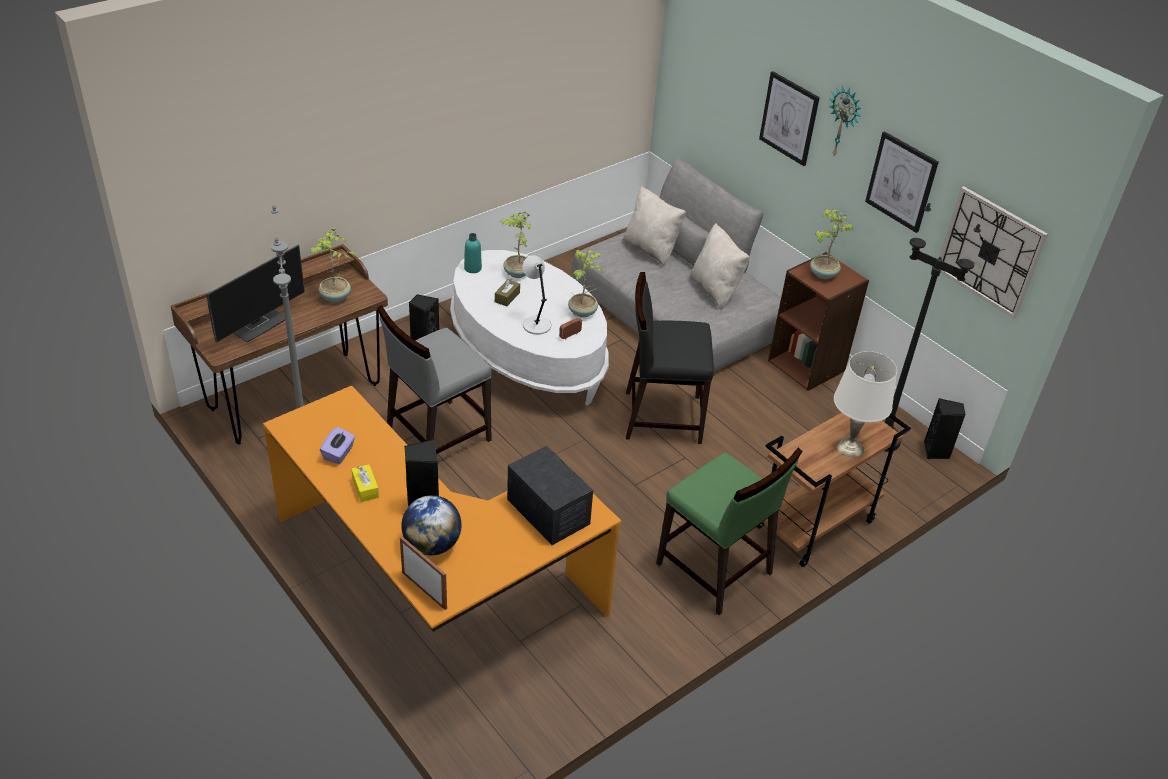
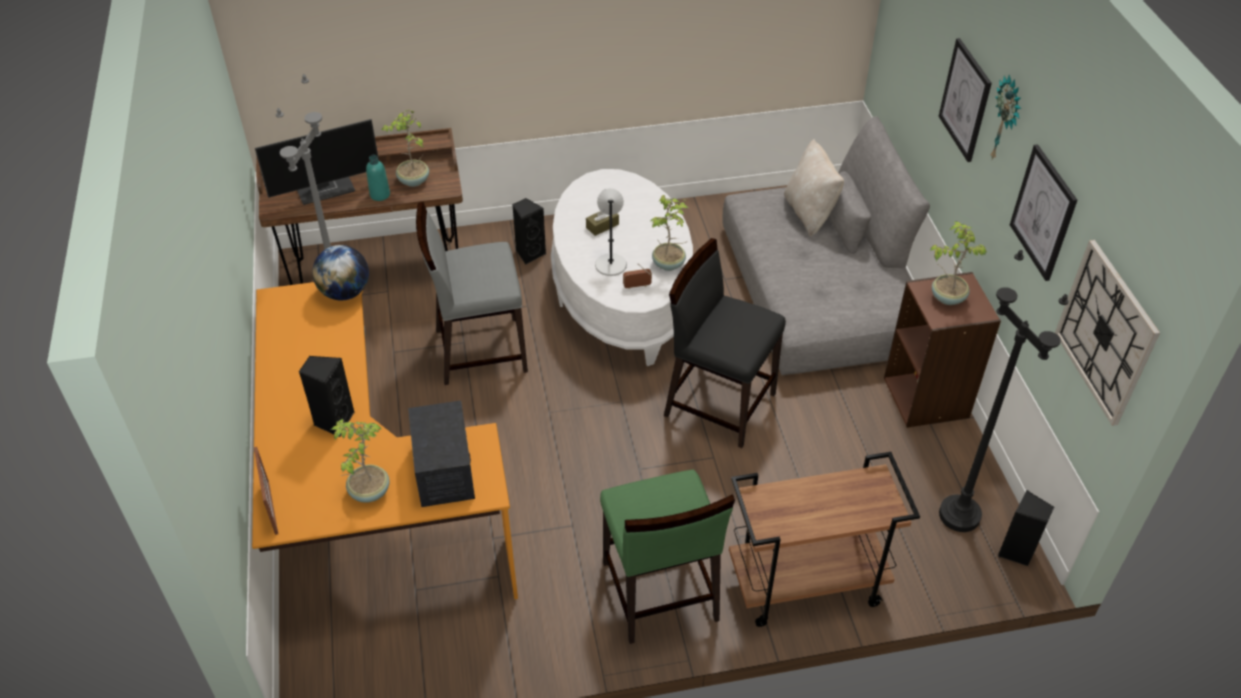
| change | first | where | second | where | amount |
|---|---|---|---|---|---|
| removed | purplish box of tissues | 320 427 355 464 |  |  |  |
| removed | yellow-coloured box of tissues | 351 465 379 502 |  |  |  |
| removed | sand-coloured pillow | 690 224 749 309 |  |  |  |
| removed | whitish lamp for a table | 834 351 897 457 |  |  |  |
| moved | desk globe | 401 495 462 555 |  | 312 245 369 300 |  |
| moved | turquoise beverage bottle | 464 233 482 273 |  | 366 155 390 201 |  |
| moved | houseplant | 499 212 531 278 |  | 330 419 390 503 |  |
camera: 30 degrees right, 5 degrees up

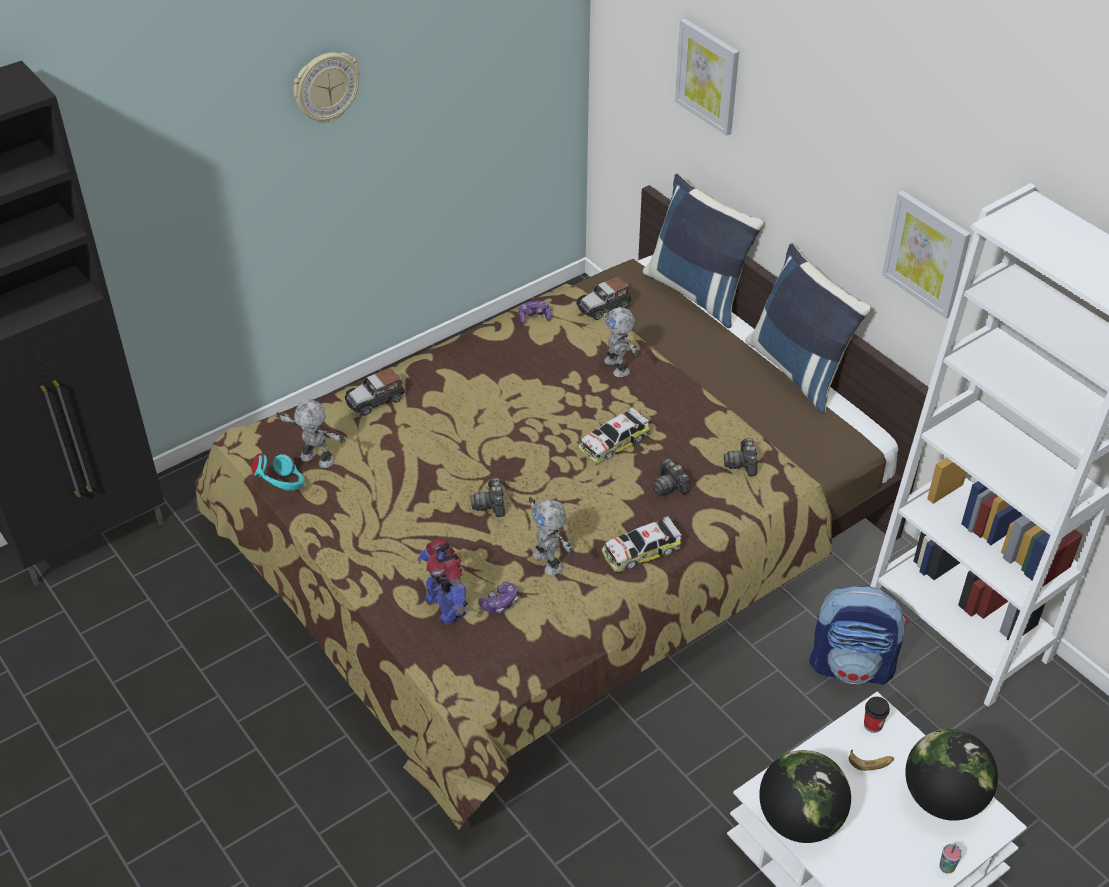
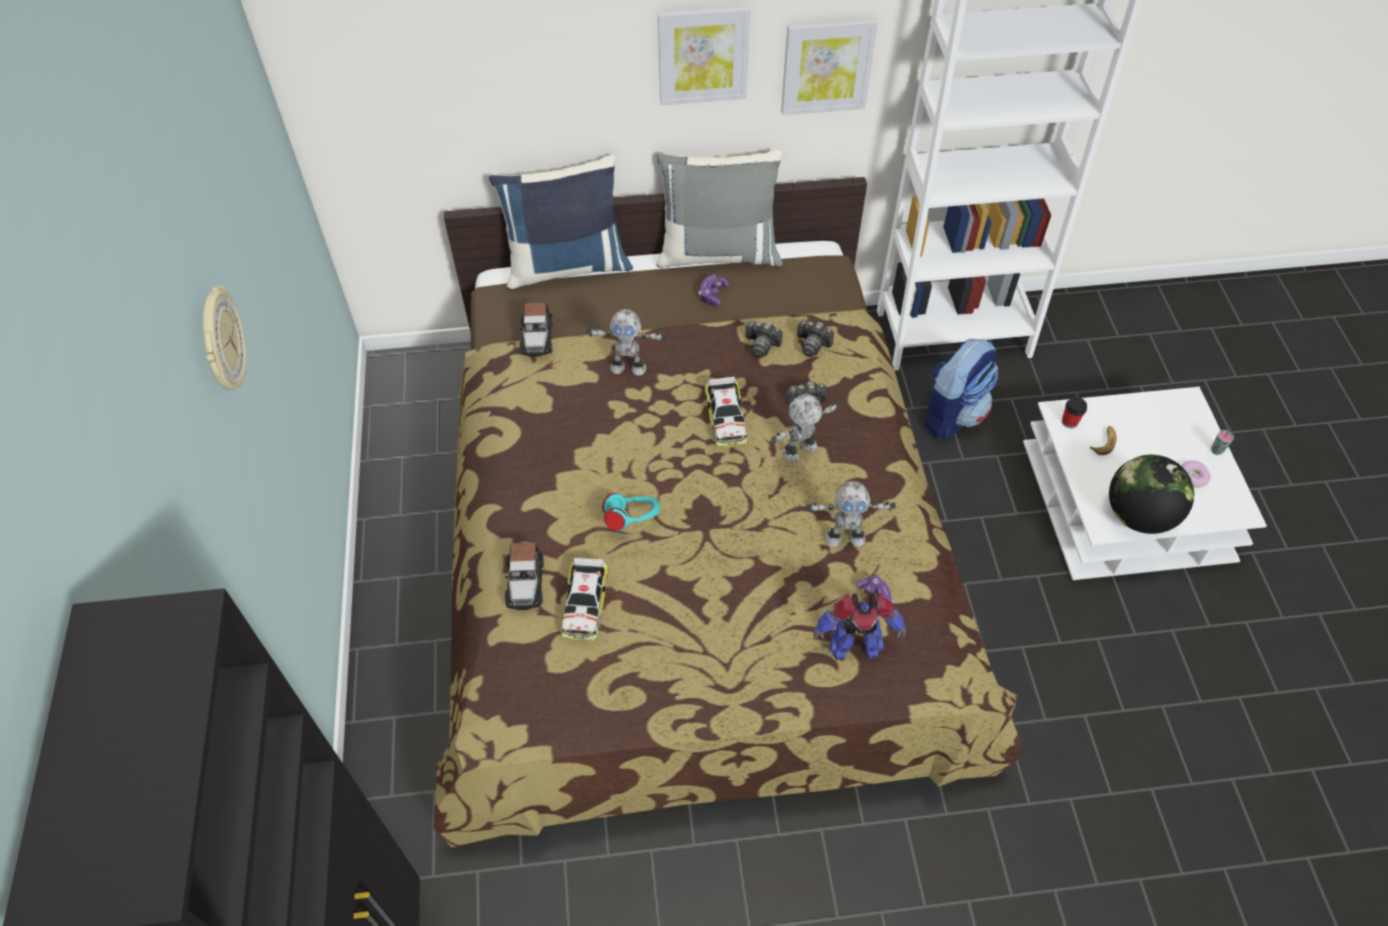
| change | first | where | second | where | amount |
|---|---|---|---|---|---|
| removed | desk globe | 905 729 998 821 |  |  |  |
| added |  |  | ring doughnut | 1182 461 1211 488 |  |
| moved | turquoise pair of headphones | 252 454 305 491 |  | 602 493 660 531 |  |
| moved | toy robot | 276 399 345 468 |  | 770 393 840 462 |  |
| moved | still camera | 470 478 505 517 |  | 745 321 783 358 |  |
| moved | joypad | 518 301 552 324 |  | 699 274 729 306 |  |
| moved | miniature car | 602 515 682 573 |  | 561 558 608 641 |  |
| moved | wall picture | 675 19 739 136 |  | 658 6 750 105 |  |
| recoloured | blue-coloured pillow | 746 244 871 413 | grey pillow | 656 149 783 268 |  |
camera: 60 degrees left, 10 degrees up

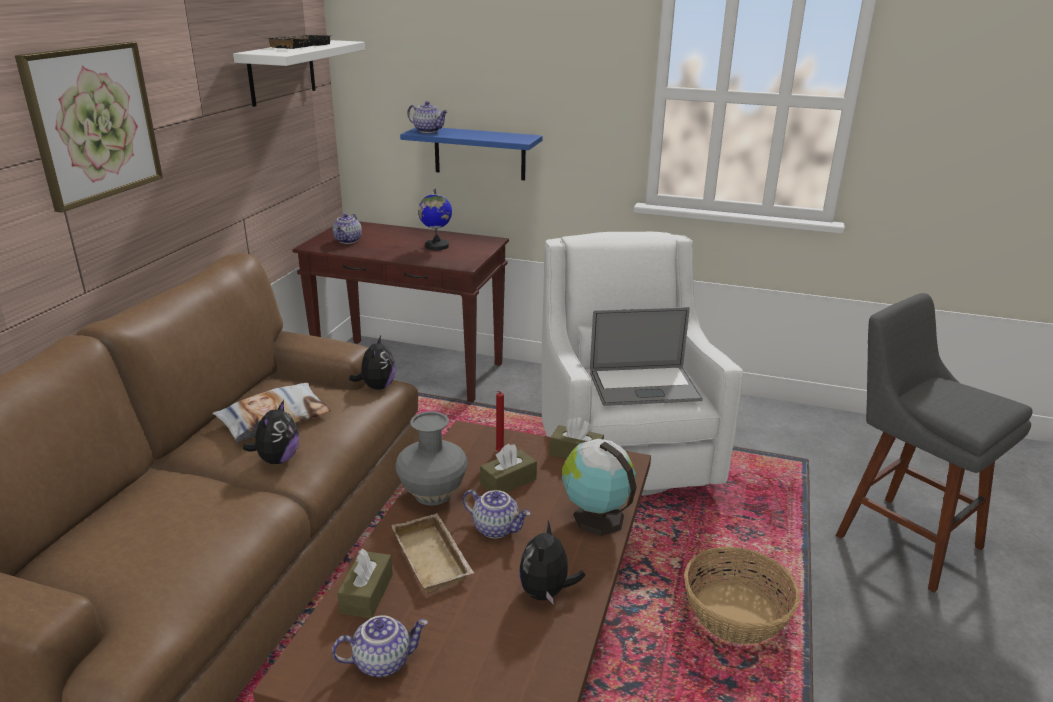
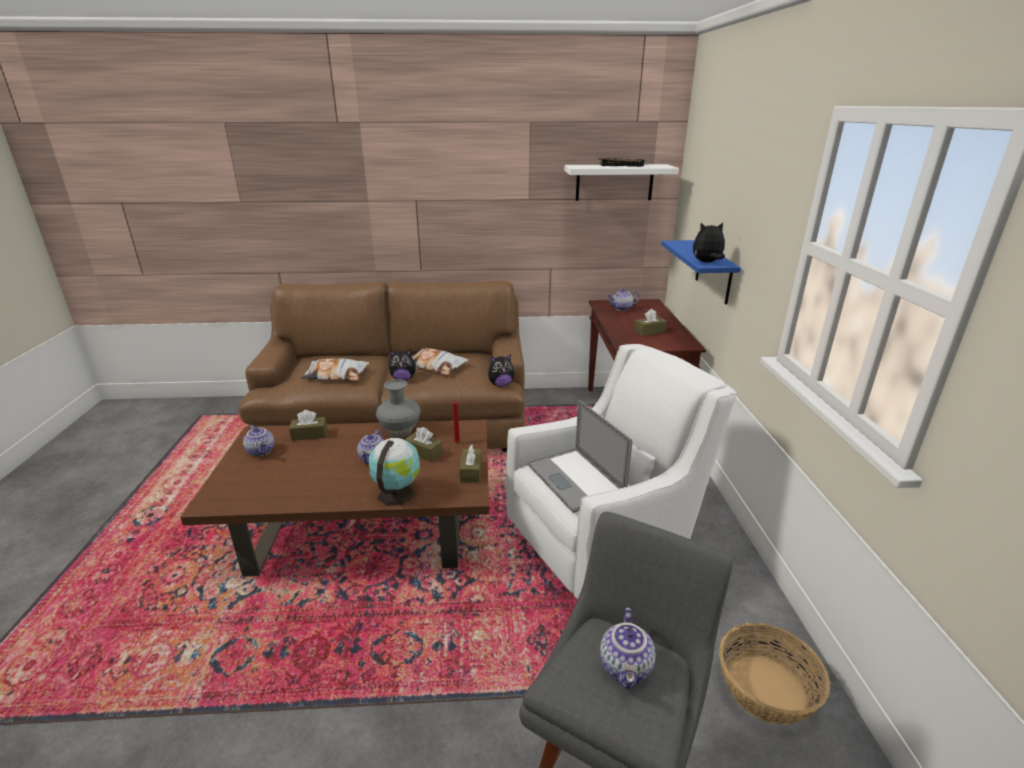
| change | first | where | second | where | amount |
|---|---|---|---|---|---|
| removed | wall picture | 15 42 163 213 |  |  |  |
| removed | sand-coloured carrying tray | 391 513 474 594 |  |  |  |
| added |  |  | pillow | 301 358 369 381 |  |
| moved | tea pot | 407 101 448 133 |  | 600 608 656 689 |  |
| moved | soft toy | 519 521 585 605 |  | 693 222 725 262 |  |
| moved | basket | 684 546 800 645 |  | 719 623 830 725 |  |
| replaced | desk globe | 418 188 452 250 | brownish box of tissues | 634 309 667 336 |  |
camera: 70 degrees right, 0 degrees up

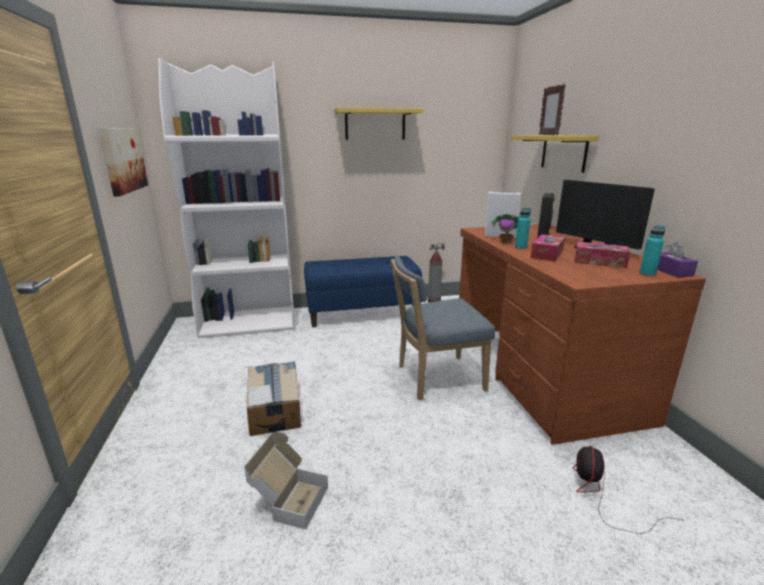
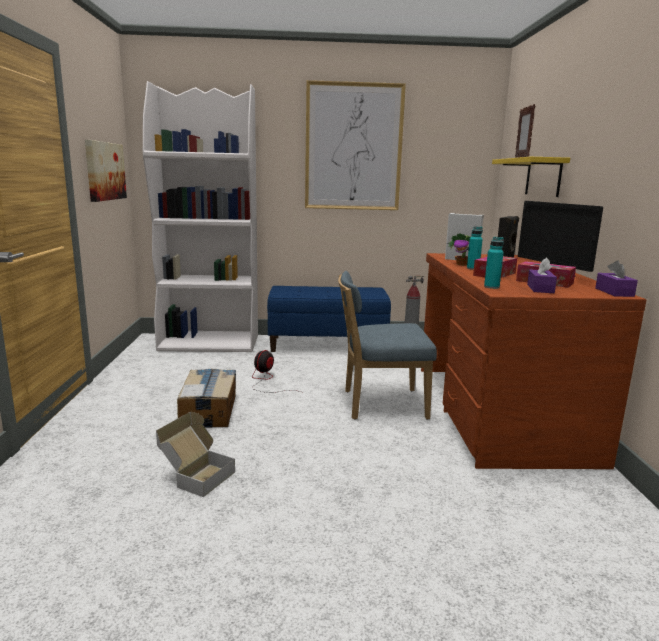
| change | first | where | second | where | amount |
|---|---|---|---|---|---|
| added |  |  | purplish box of tissues | 527 258 557 293 |  |
| moved | electric fan | 573 446 685 534 |  | 252 350 301 393 |  |
| moved | turquoise beverage bottle | 639 225 665 276 |  | 484 237 504 289 |  |
| replaced | yellow-coloured bracket shelf | 334 108 424 140 | wall picture | 305 80 406 210 |  |
camera: 10 degrees right, 5 degrees down

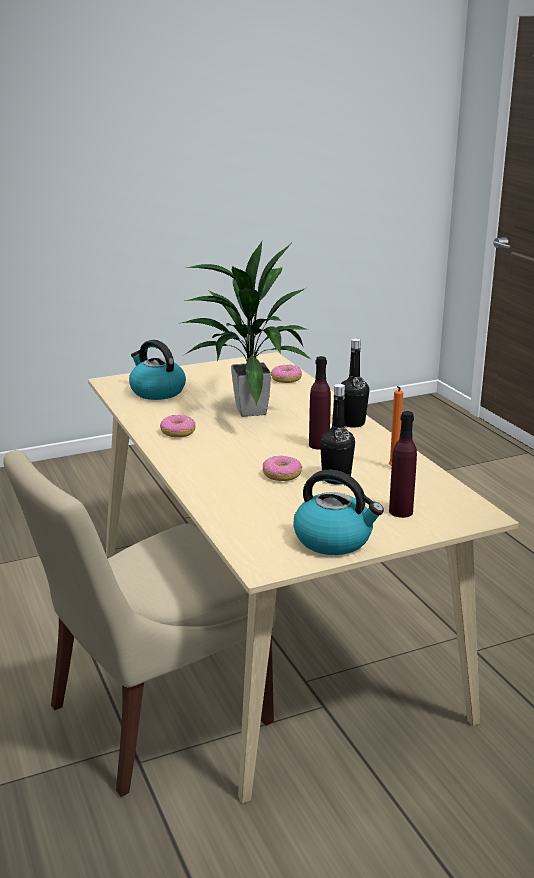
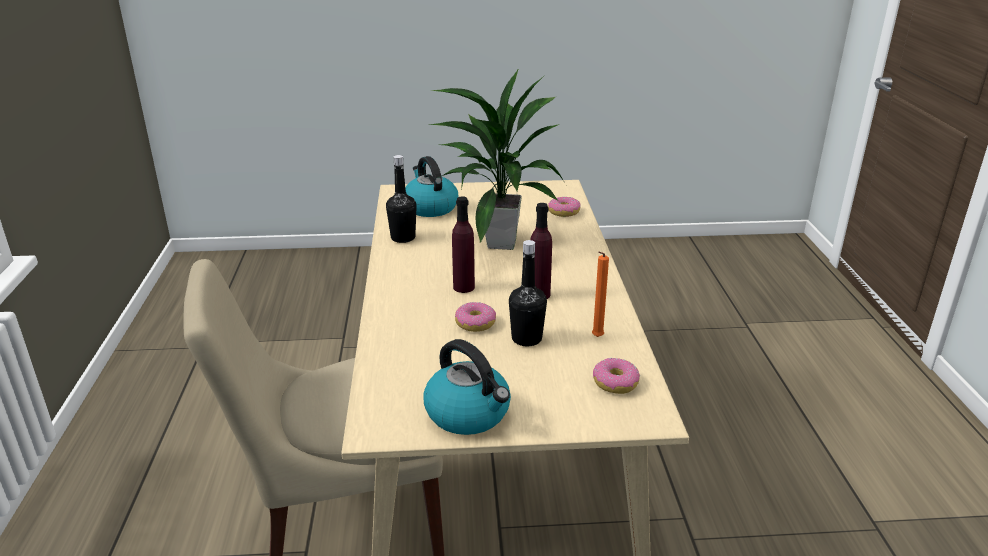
| change | first | where | second | where | amount |
|---|---|---|---|---|---|
| moved | ring doughnut | 160 415 196 437 |  | 593 358 640 394 |  |
| moved | blackish beverage bottle | 341 338 369 428 |  | 386 155 417 243 |  |
| moved | purplish beverage bottle | 389 411 417 518 |  | 452 196 475 293 |  |
camera: 20 degrees right, 5 degrees up

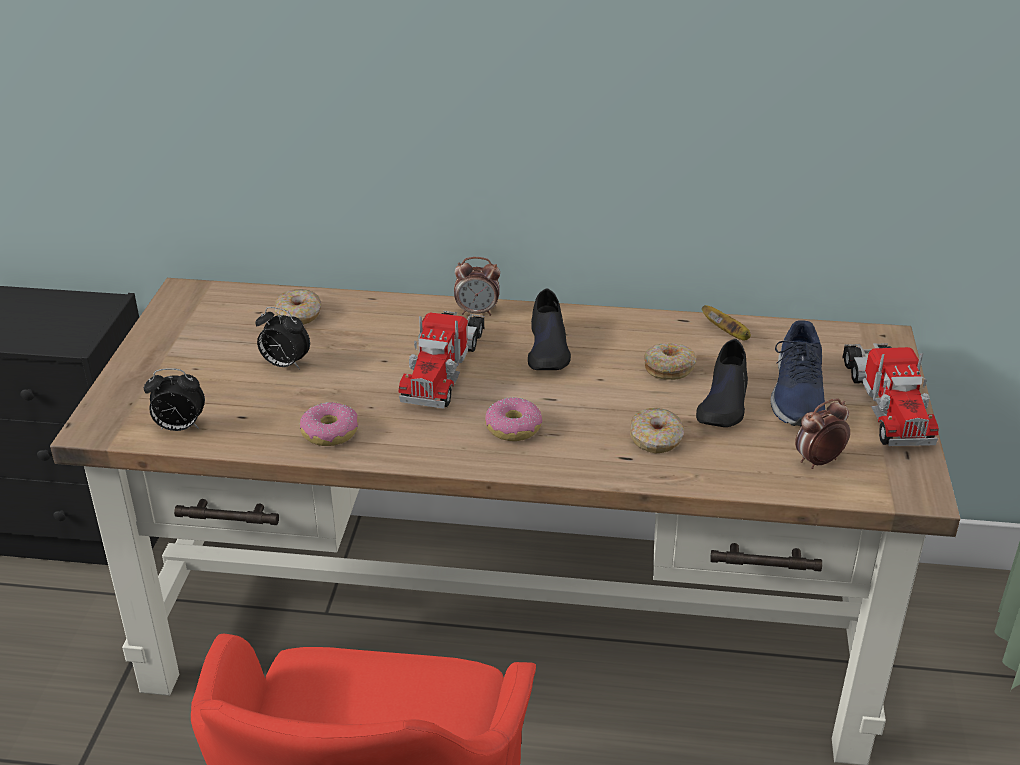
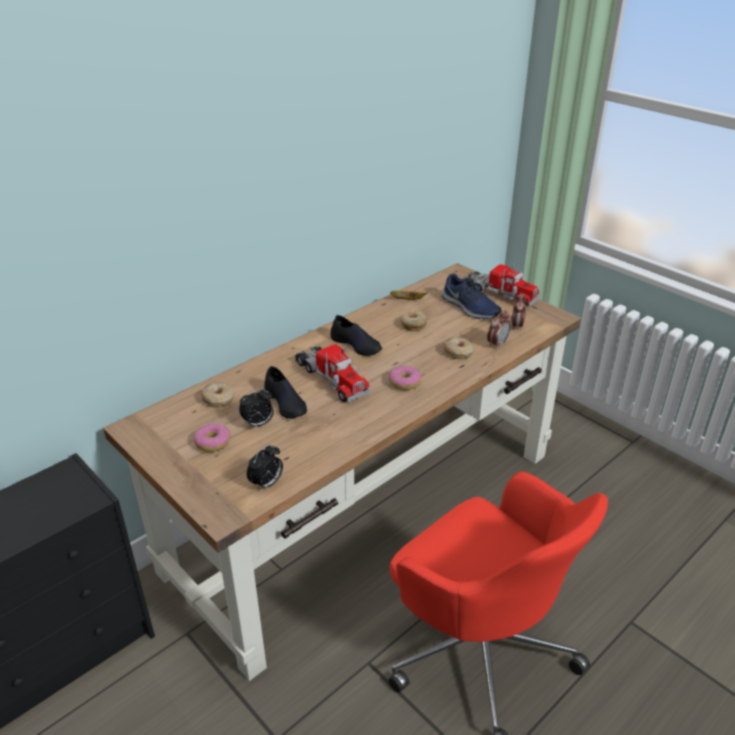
| change | first | where | second | where | amount |
|---|---|---|---|---|---|
| moved | ring doughnut | 300 402 358 446 |  | 194 423 231 452 |  |
| moved | alarm clock | 454 257 500 316 |  | 487 310 511 349 |  |
| moved | blackish low shoe | 696 339 748 427 |  | 264 366 307 419 |  |
camera: 50 degrees left, 0 degrees up

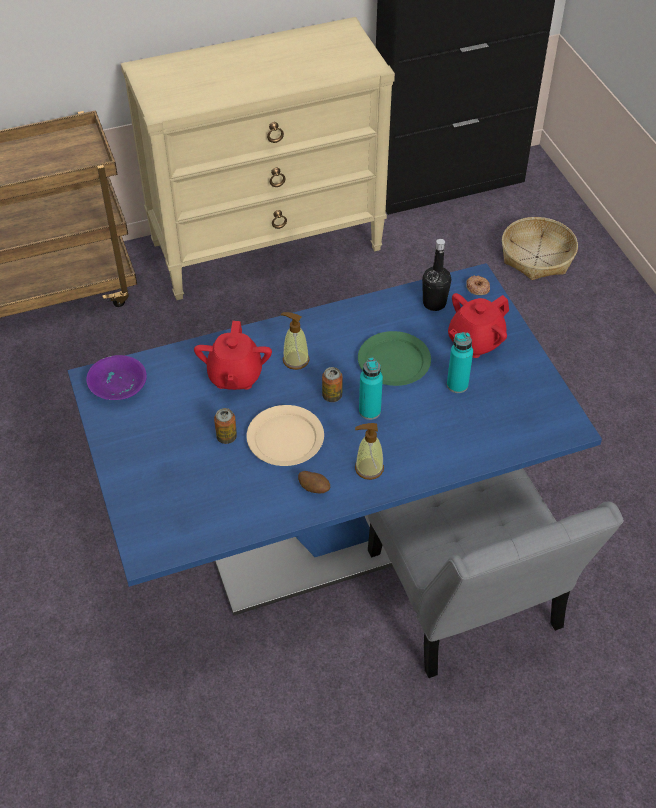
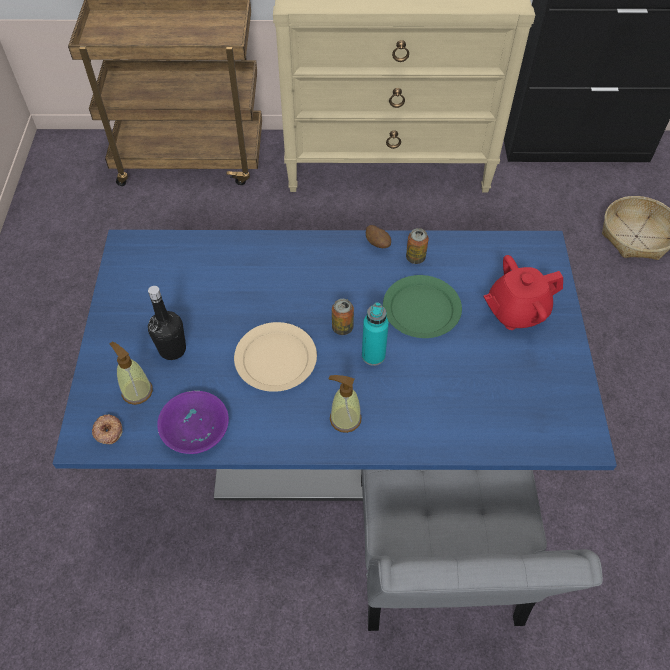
| change | first | where | second | where | amount |
|---|---|---|---|---|---|
| removed | red tea pot | 194 321 272 390 |  |  |  |
| removed | turquoise beverage bottle | 447 332 473 393 |  |  |  |
| moved | purplish bowl | 86 355 147 400 |  | 157 391 229 454 |  |
| moved | can | 214 408 237 444 |  | 406 228 429 264 |  |
| moved | liquid soap bottle | 281 312 310 370 |  | 109 341 153 405 |  |
| moved | potato | 298 471 331 493 |  | 366 225 391 248 |  |
| moved | blackish beverage bottle | 422 239 452 311 |  | 148 286 186 360 |  |
| moved | ring doughnut | 466 275 490 295 |  | 92 414 123 444 |  |
camera: 20 degrees right, 5 degrees up

